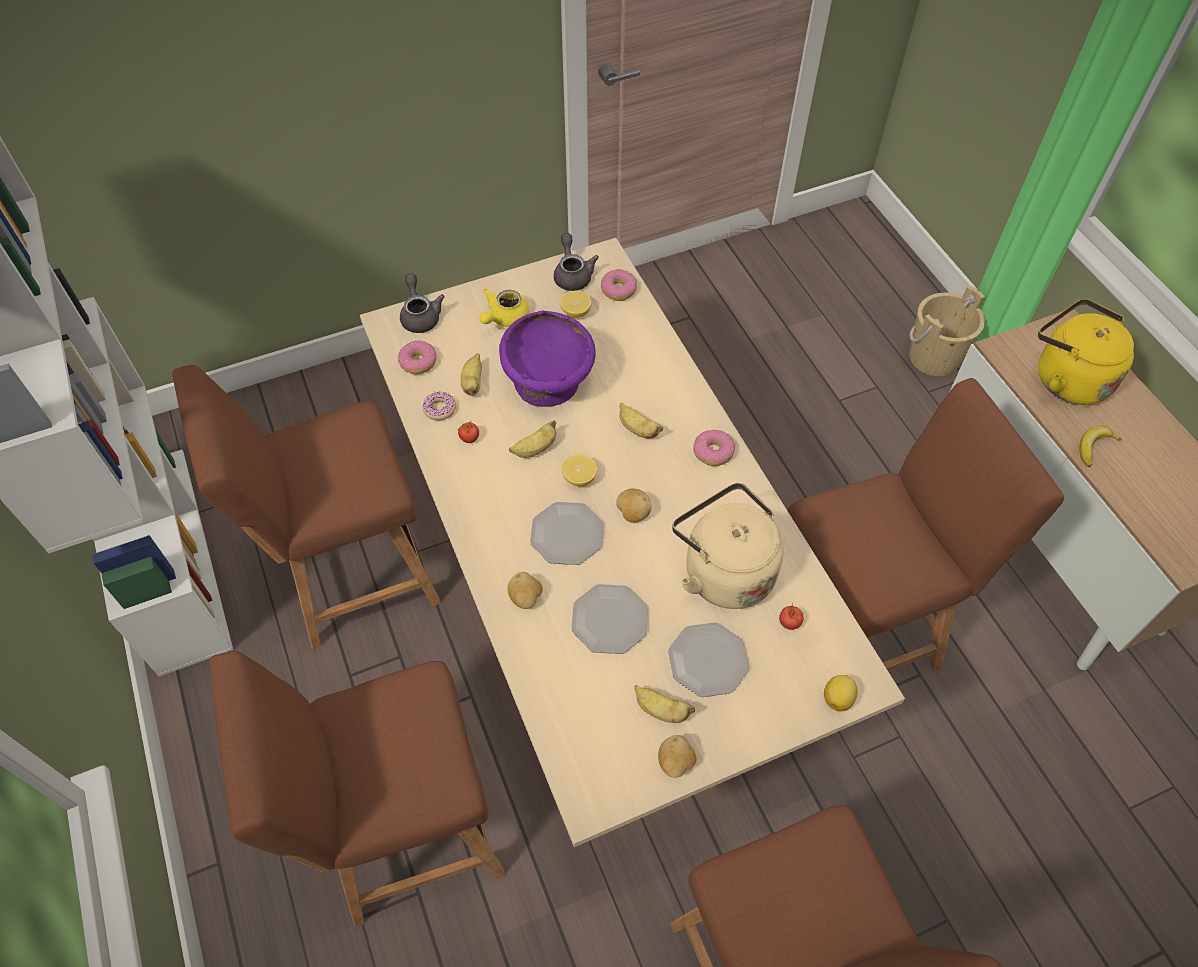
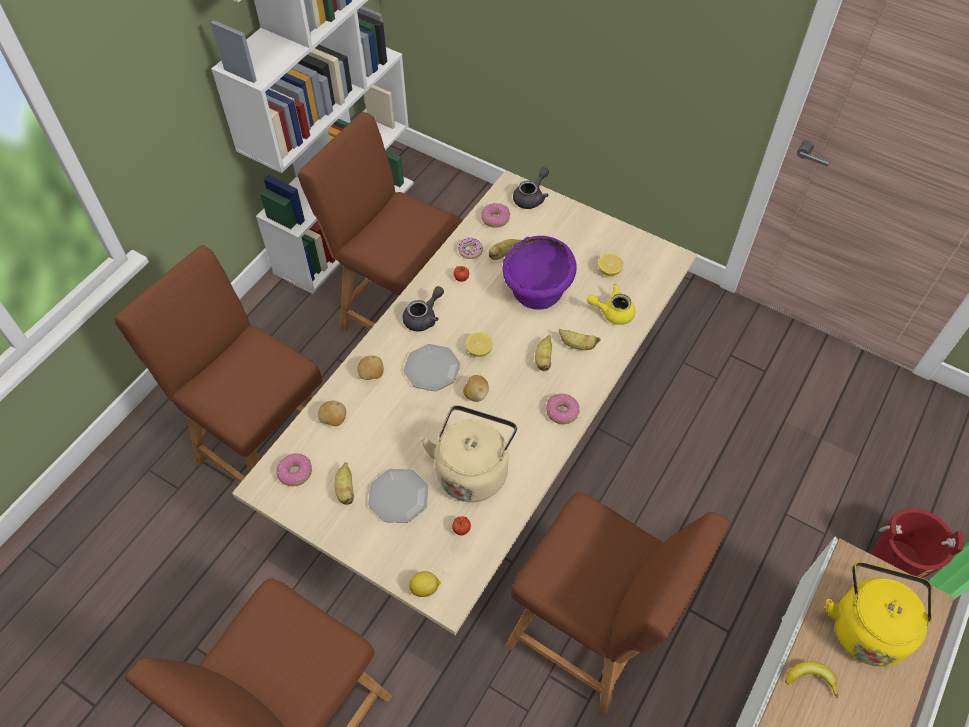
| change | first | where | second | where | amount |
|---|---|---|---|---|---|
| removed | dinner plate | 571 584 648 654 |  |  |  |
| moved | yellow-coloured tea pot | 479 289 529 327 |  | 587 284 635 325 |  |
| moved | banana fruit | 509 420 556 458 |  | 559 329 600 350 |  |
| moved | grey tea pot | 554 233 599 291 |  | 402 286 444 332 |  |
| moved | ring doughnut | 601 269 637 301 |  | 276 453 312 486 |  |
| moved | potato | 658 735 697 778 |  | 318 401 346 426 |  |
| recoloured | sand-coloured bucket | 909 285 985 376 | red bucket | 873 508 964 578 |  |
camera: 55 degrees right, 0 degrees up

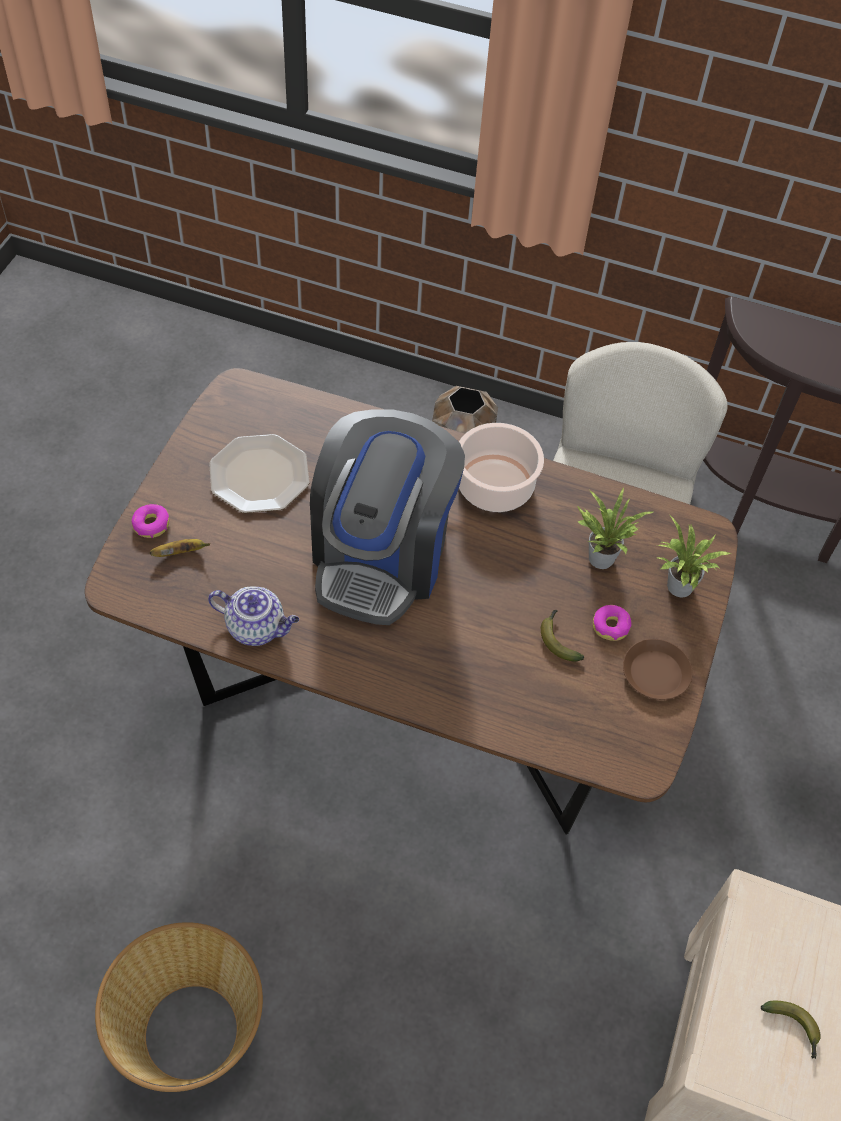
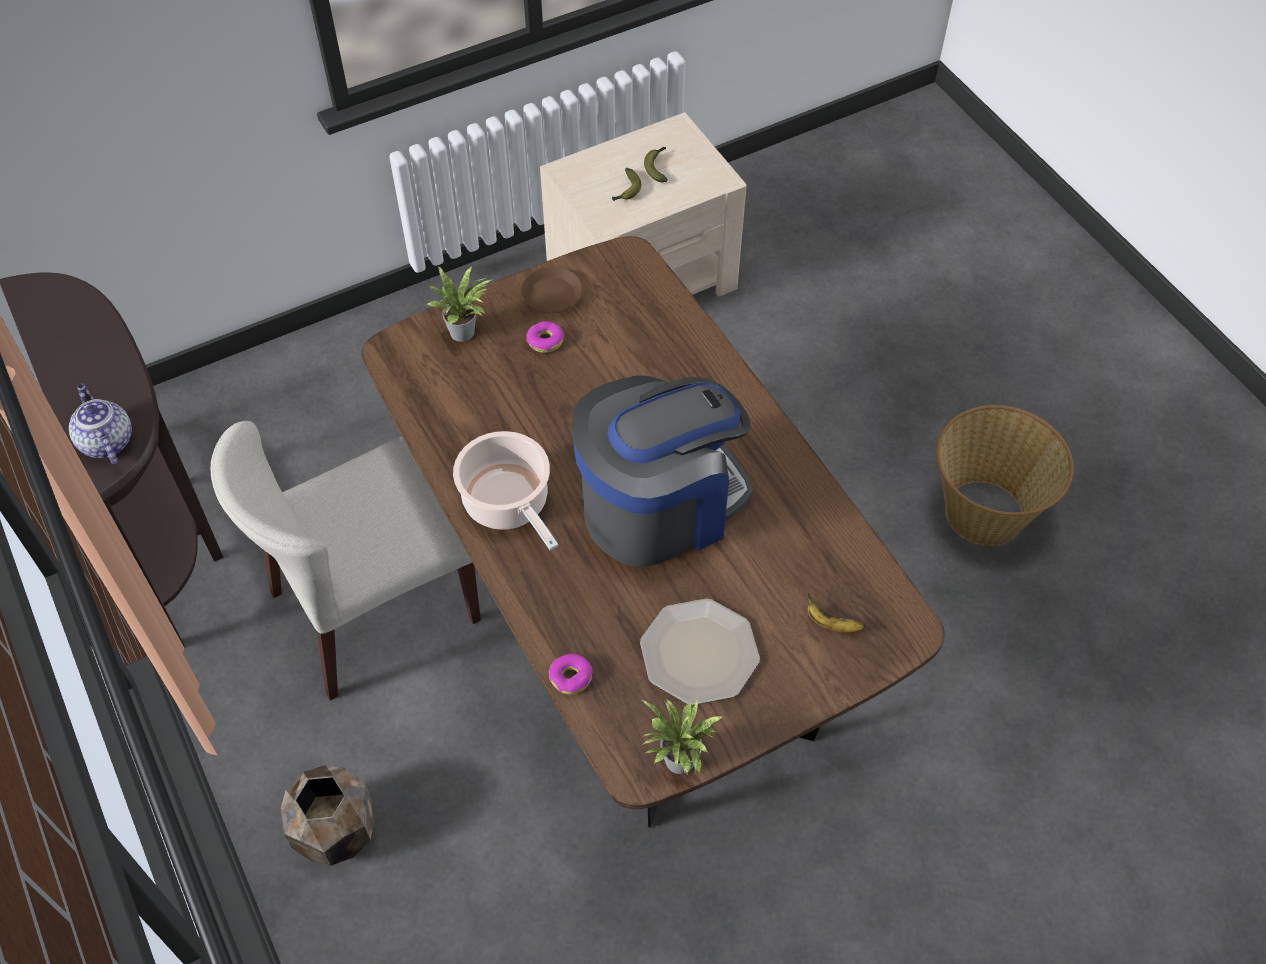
| change | first | where | second | where | amount |
|---|---|---|---|---|---|
| moved | ring doughnut | 131 504 169 538 |  | 549 654 592 695 |  |
| moved | tea pot | 208 587 299 646 |  | 69 384 132 464 |  |
| moved | banana fruit | 541 610 584 662 |  | 612 168 641 201 |  |
| moved | houseplant | 576 487 653 569 |  | 641 698 722 774 |  |
camera: 135 degrees left, 0 degrees up

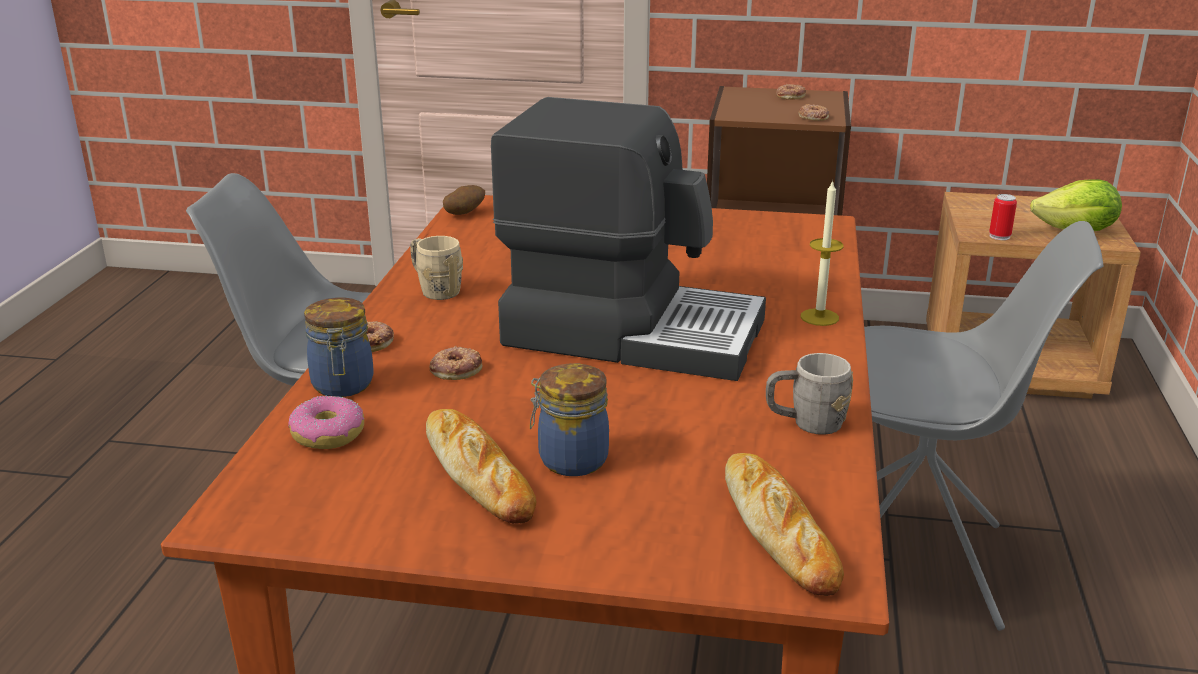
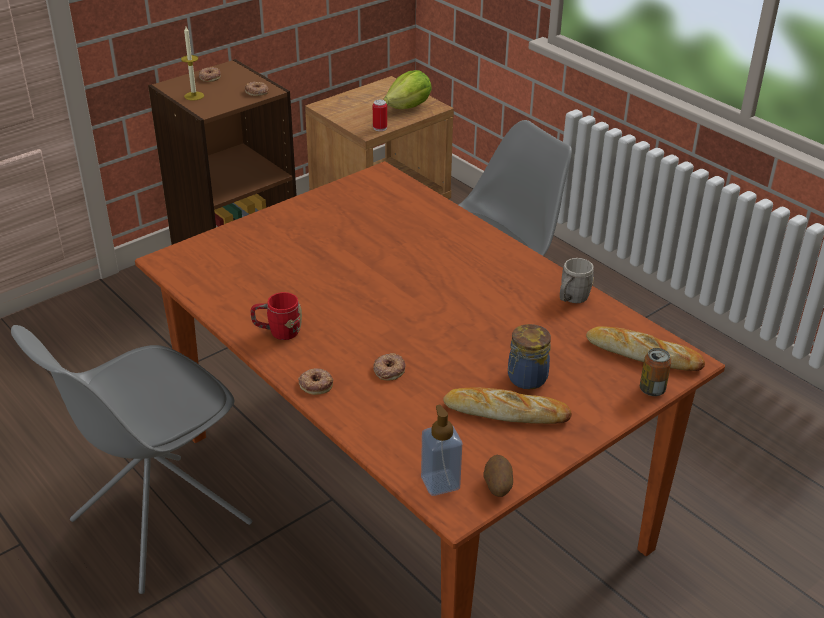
| change | first | where | second | where | amount |
|---|---|---|---|---|---|
| removed | ring doughnut | 288 395 364 449 |  |  |  |
| removed | storage jar | 304 297 374 397 |  |  |  |
| removed | coffee maker | 491 97 766 381 |  |  |  |
| added |  |  | liquid soap bottle | 421 405 462 496 |  |
| added |  |  | can | 640 348 671 396 |  |
| moved | potato | 443 185 485 215 |  | 483 455 513 497 |  |
| moved | candle | 800 180 844 326 |  | 181 27 204 101 |  |
| recoloured | sand-coloured tea mug | 410 236 463 300 | red tea mug | 251 292 302 340 |  |
camera: 50 degrees left, 10 degrees up

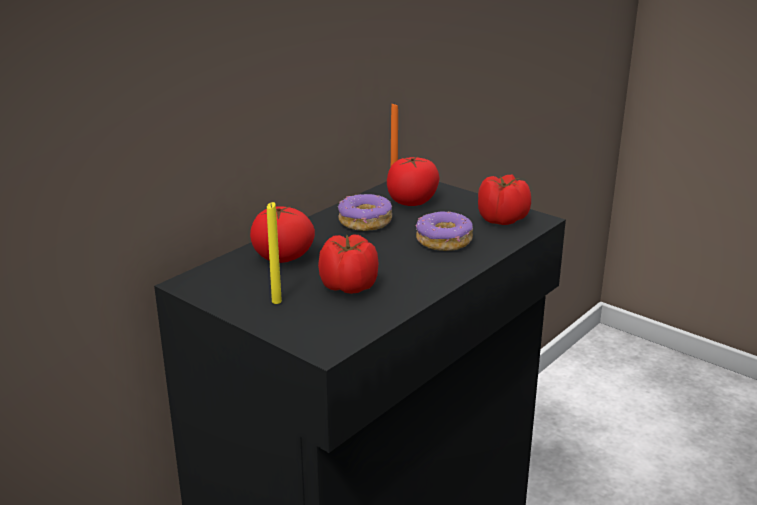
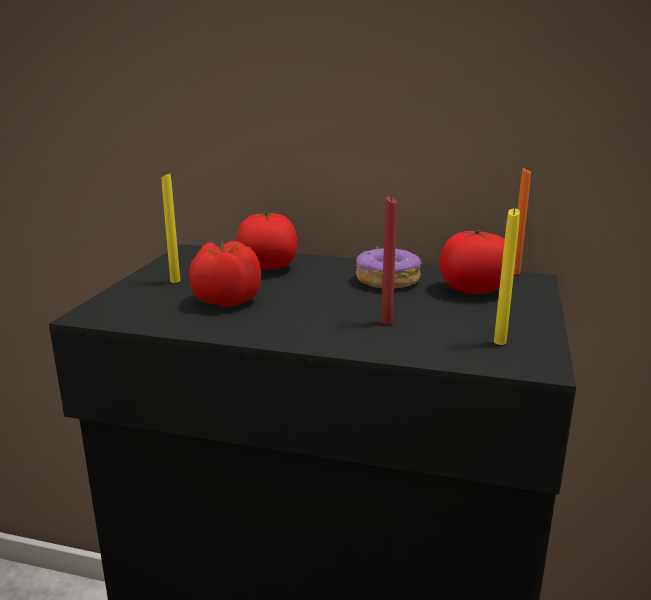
| change | first | where | second | where | amount |
|---|---|---|---|---|---|
| replaced | ring doughnut | 416 212 473 251 | red candle | 381 195 397 324 |  |
| replaced | whole tomato | 478 174 531 225 | yellow-coloured candle | 494 207 520 345 |  |
camera: 65 degrees right, 5 degrees down

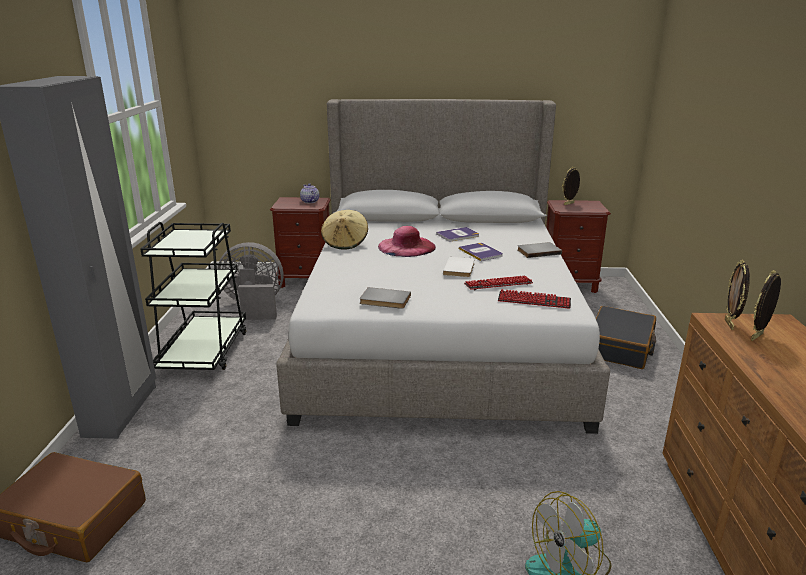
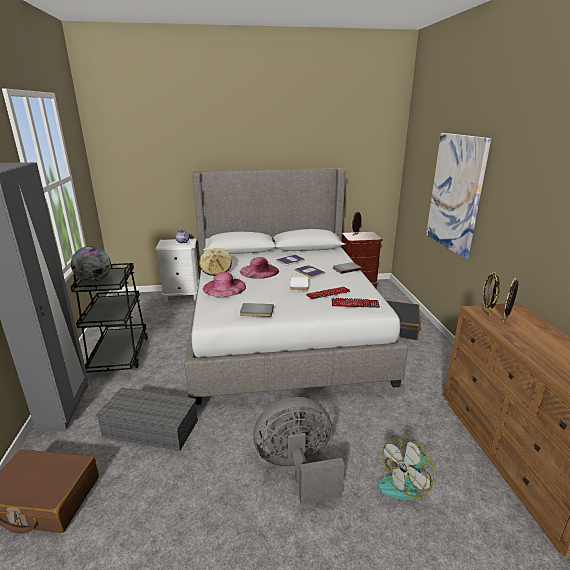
| change | first | where | second | where | amount |
|---|---|---|---|---|---|
| added |  |  | desk globe | 71 246 111 282 |  |
| added |  |  | grey storage container | 96 387 198 451 |  |
| added |  |  | pinkish wearable hat | 203 272 246 297 |  |
| added |  |  | wall picture | 426 133 491 259 |  |
| moved | grey electric fan | 218 242 283 320 |  | 253 397 345 505 |  |
| recoloured | brownish nightstand | 270 197 331 288 | whitish nightstand | 155 239 199 303 |  |
camera: 10 degrees left, 0 degrees up

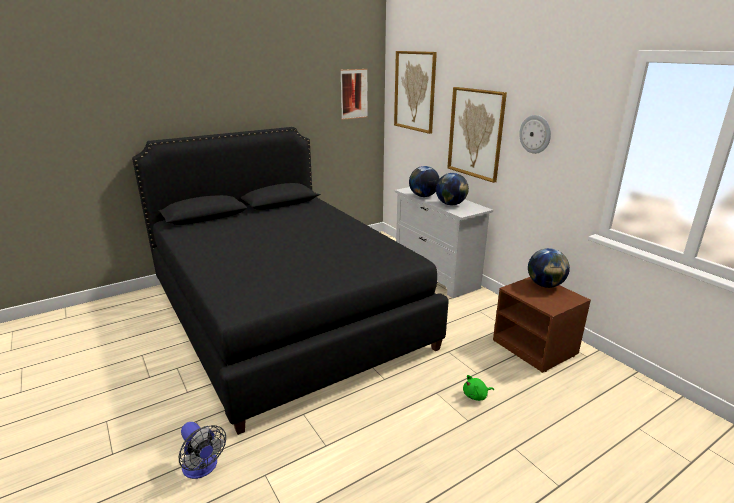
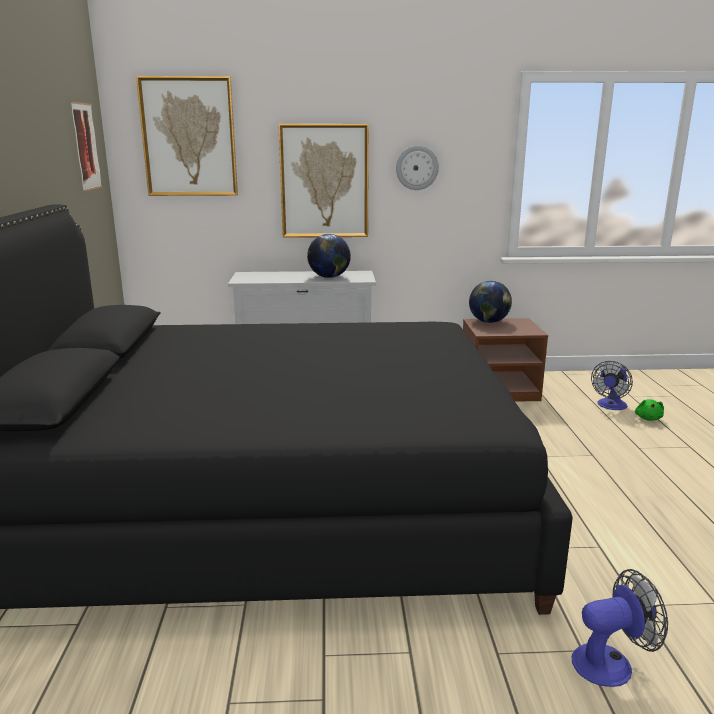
| change | first | where | second | where | amount |
|---|---|---|---|---|---|
| removed | desk globe | 409 166 440 197 |  |  |  |
| added |  |  | electric fan | 591 361 633 410 |  |
| moved | greenish soft toy | 463 375 494 401 |  | 635 399 664 421 |  |
camera: 60 degrees left, 5 degrees down

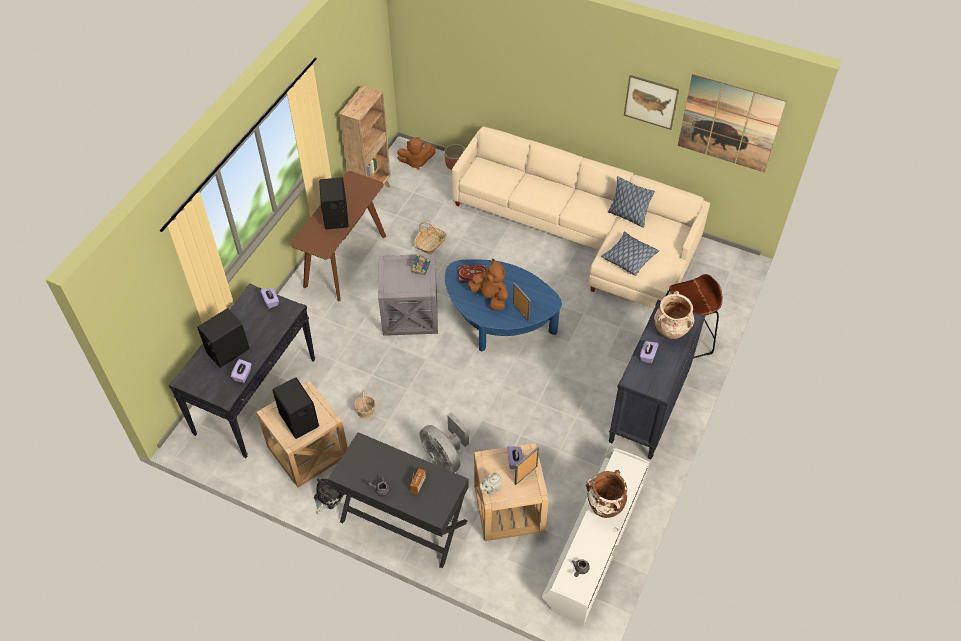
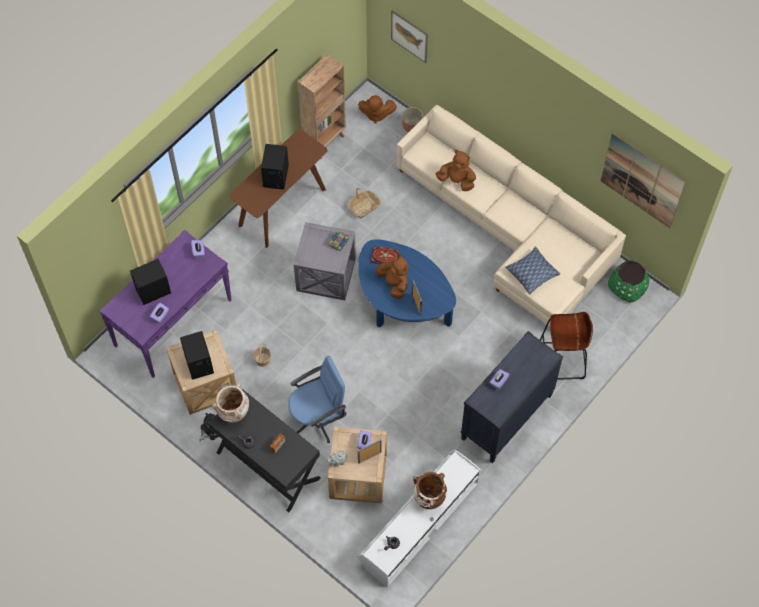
| change | first | where | second | where | amount |
|---|---|---|---|---|---|
| removed | pillow | 608 176 655 228 |  |  |  |
| added |  |  | brownish soft toy | 436 150 476 191 |  |
| added |  |  | greenish planter | 608 260 650 302 |  |
| moved | wall picture | 624 75 679 130 |  | 391 10 428 63 |  |
| moved | sand-coloured flower vase | 654 291 695 339 |  | 212 383 249 423 |  |
| replaced | grey electric fan | 420 412 469 473 | blue-coloured desk chair | 288 356 346 443 |  |
| recoloured | blackish hall table | 169 283 315 458 | purplish hall table | 99 230 232 378 |  |
camera: 15 degrees right, 10 degrees up

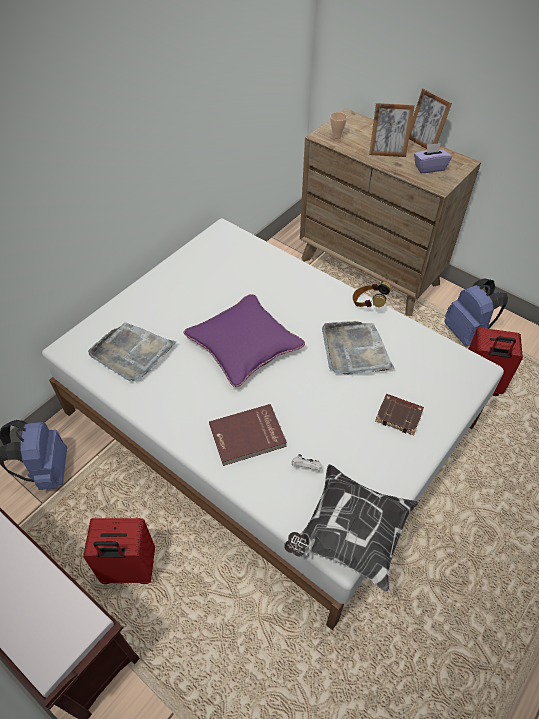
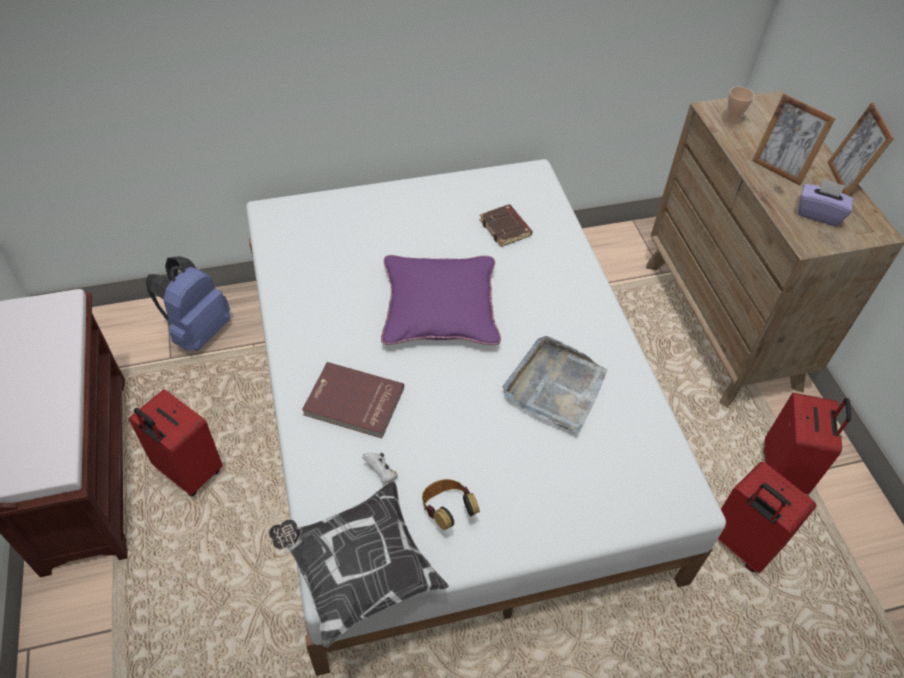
| change | first | where | second | where | amount |
|---|---|---|---|---|---|
| removed | grey carrying tray | 88 322 176 381 |  |  |  |
| moved | pair of headphones | 352 282 391 307 |  | 422 479 480 530 |  |
| moved | brownish bound book | 375 394 424 435 |  | 479 204 533 247 |  |
| replaced | blue-coloured backpack | 445 278 508 347 | red suitcase | 764 393 852 495 |  |
camera: 35 degrees right, 0 degrees up

